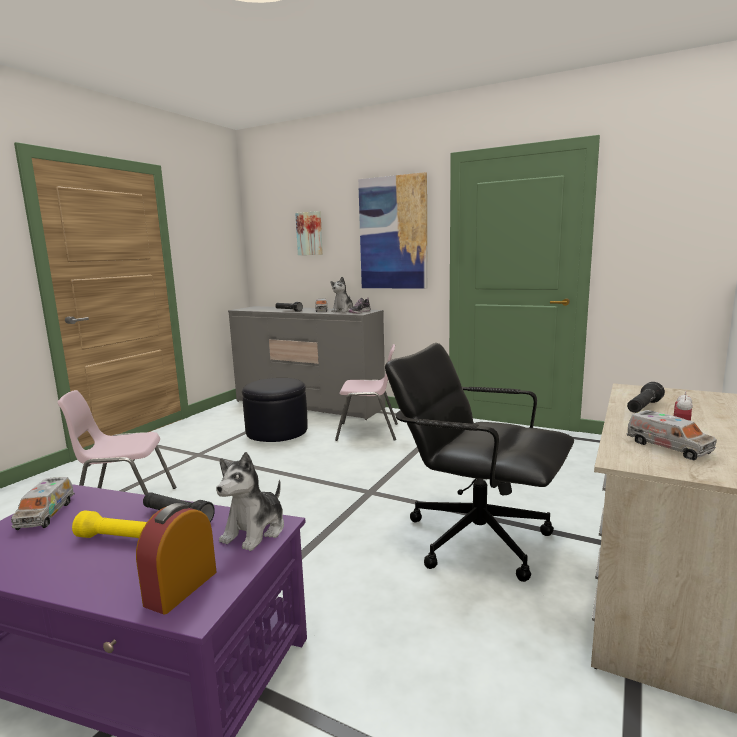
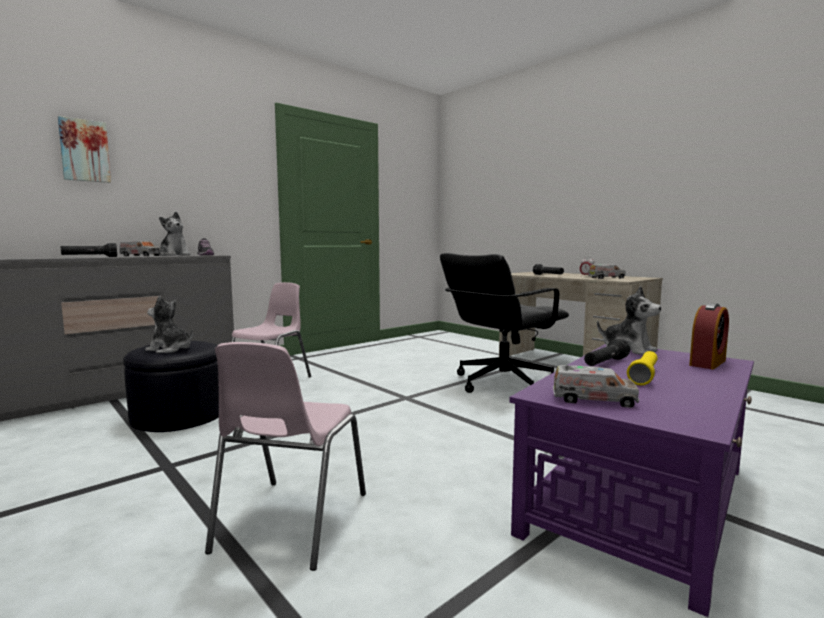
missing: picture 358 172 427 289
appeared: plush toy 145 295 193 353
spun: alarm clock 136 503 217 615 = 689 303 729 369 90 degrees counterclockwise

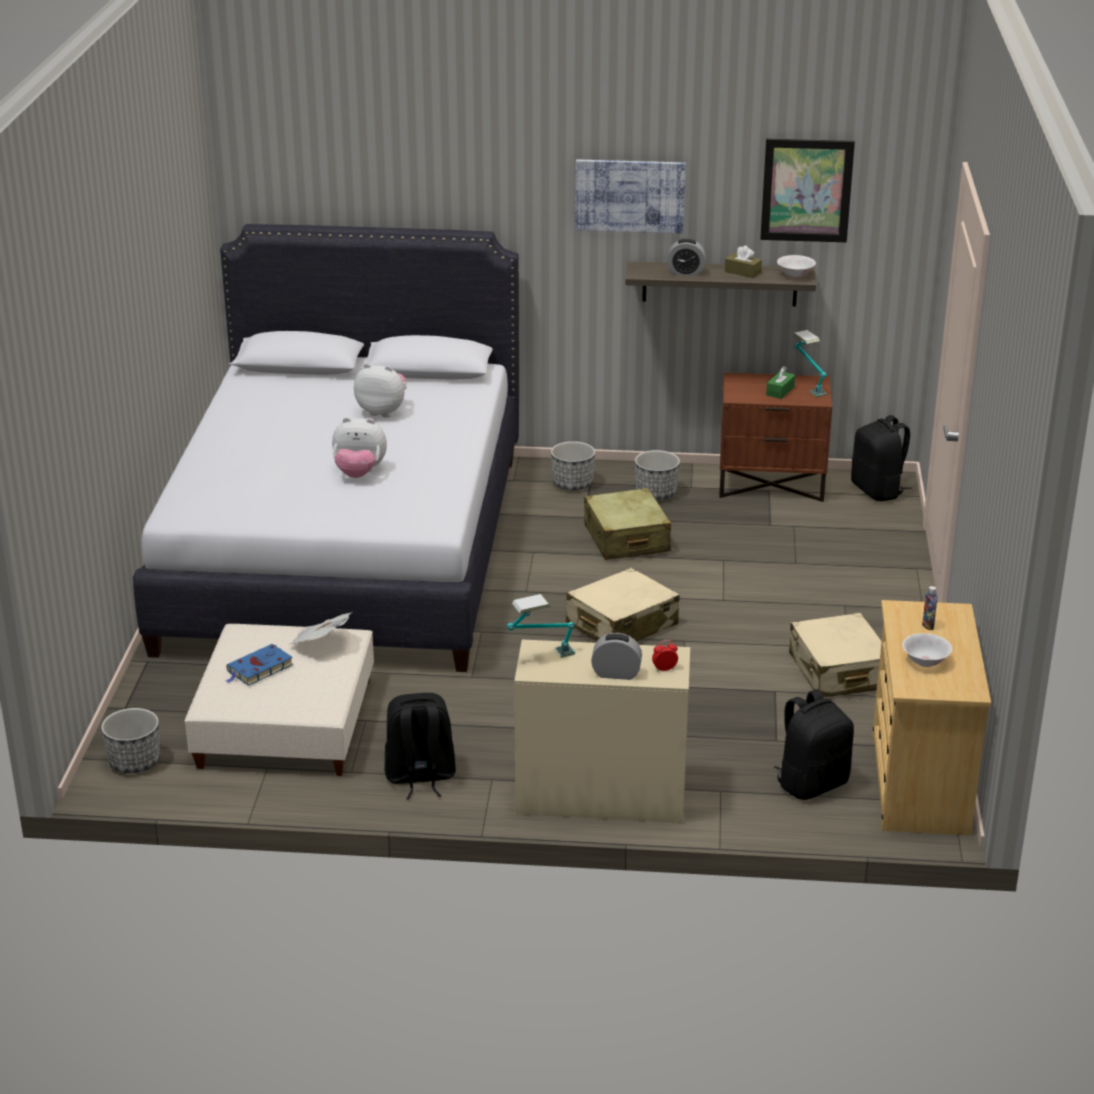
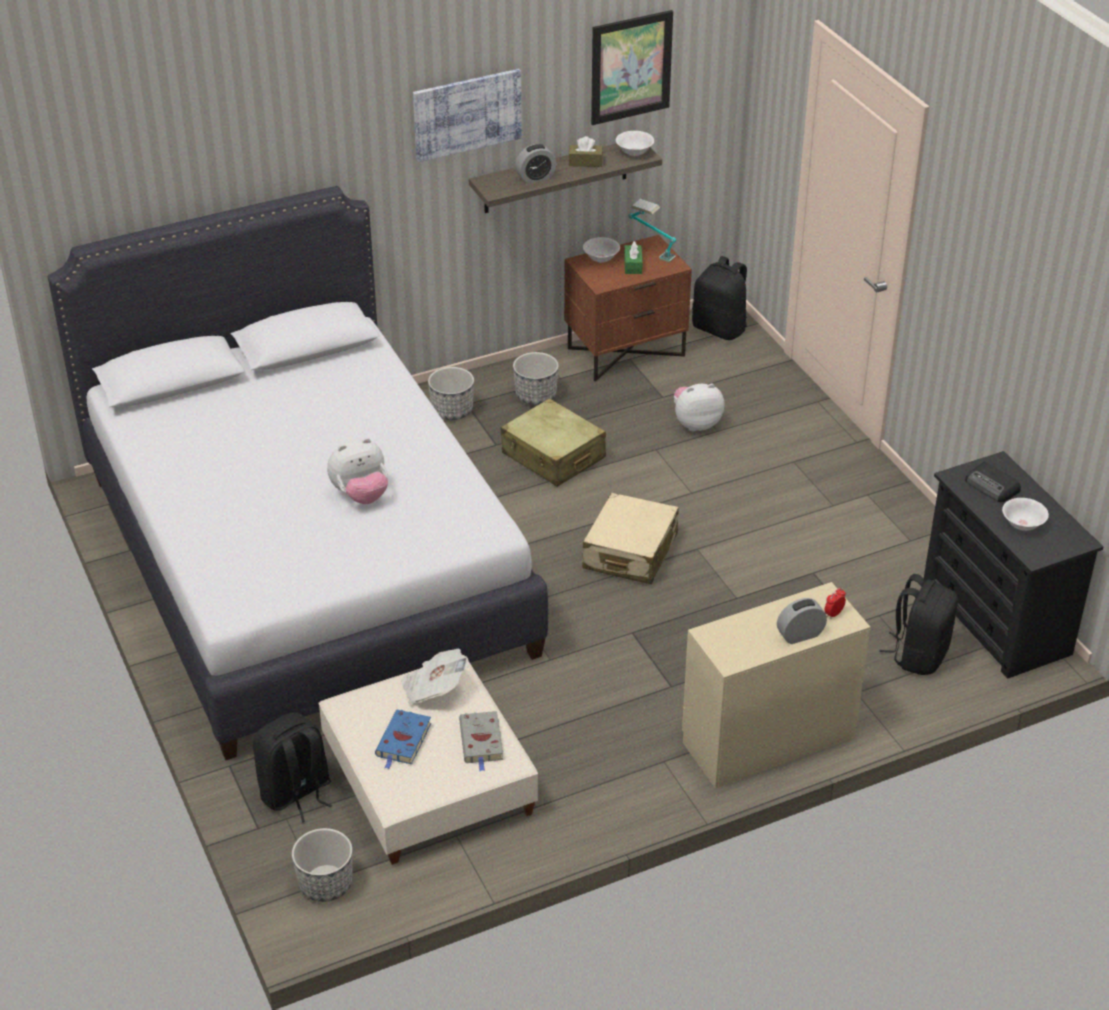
missing: table lamp 507 594 576 658; beige suitcase 789 613 882 697
appeared: grey book 459 711 503 771; white bowl 583 237 620 263
relocated: black backpack 384 693 456 800 to 253 712 332 823; plush toy 354 363 407 417 to 674 384 724 431
exchanged: bottle 922 586 938 630 to radio 965 462 1021 502
colour: beige dresser 872 600 991 836 to black dresser 924 451 1103 679

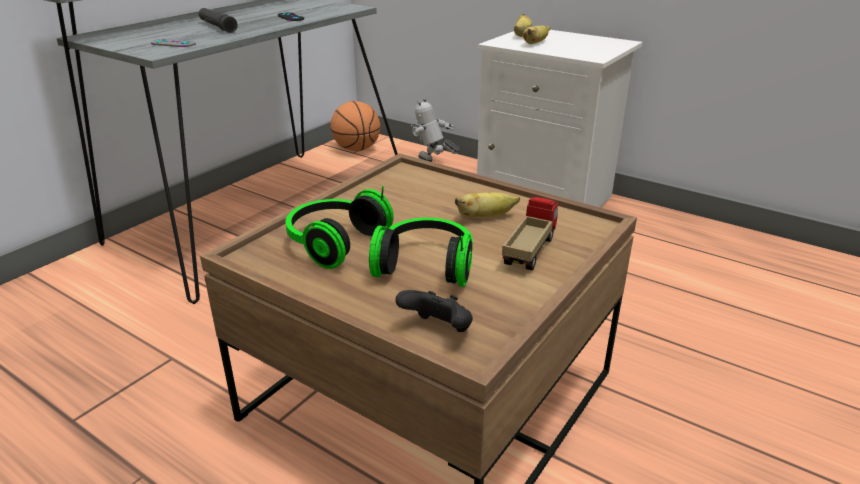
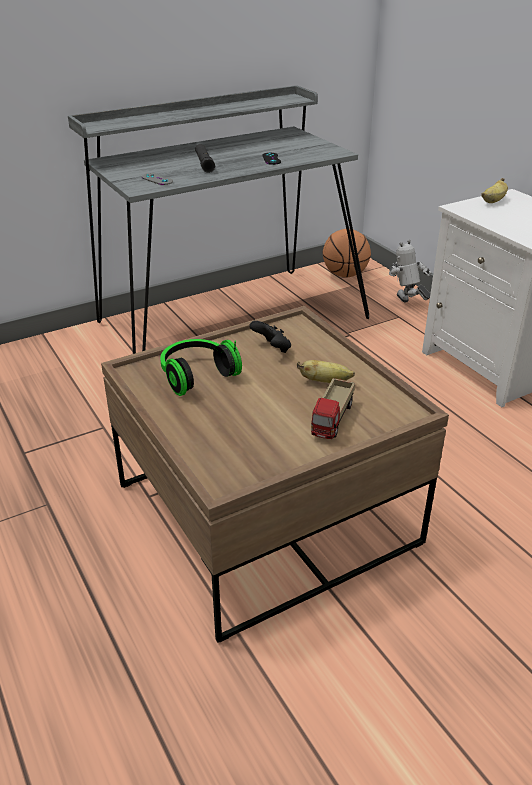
missing: headphones 369 218 473 287; banana 523 26 550 44
relocated: black game controller 395 290 473 332 to 249 321 291 353
spun: toy truck 502 197 558 270 = 311 378 355 439 150 degrees clockwise

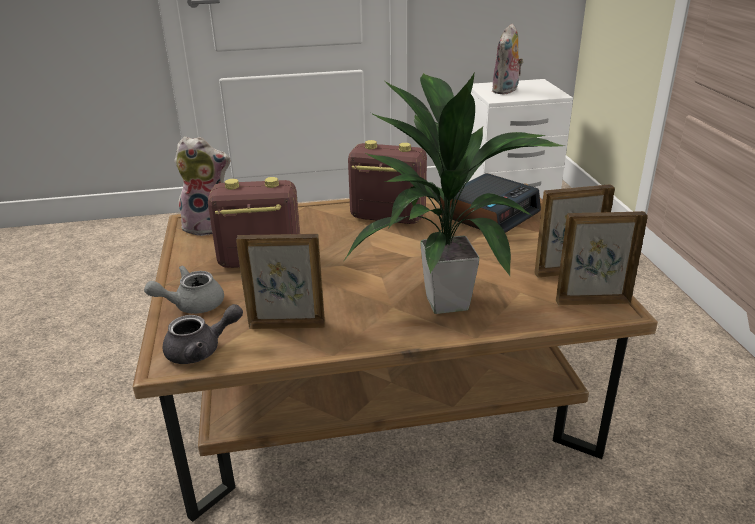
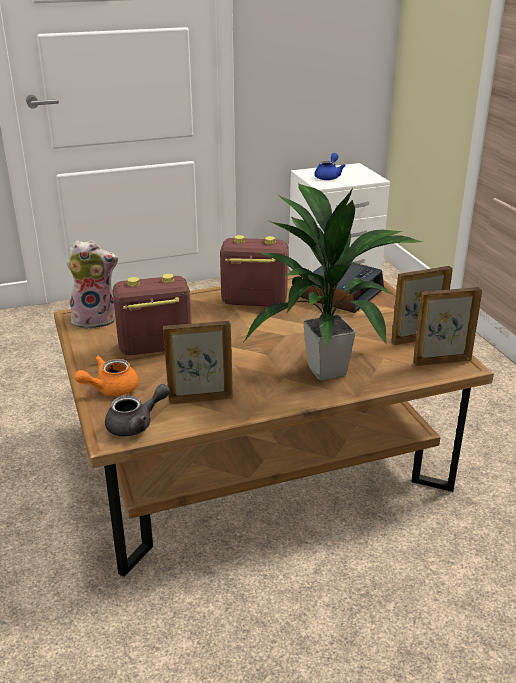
exchanged: plush toy 491 23 524 95 to blue teapot 314 153 346 180
colour: grey teapot 144 265 224 314 to orange teapot 75 356 139 396

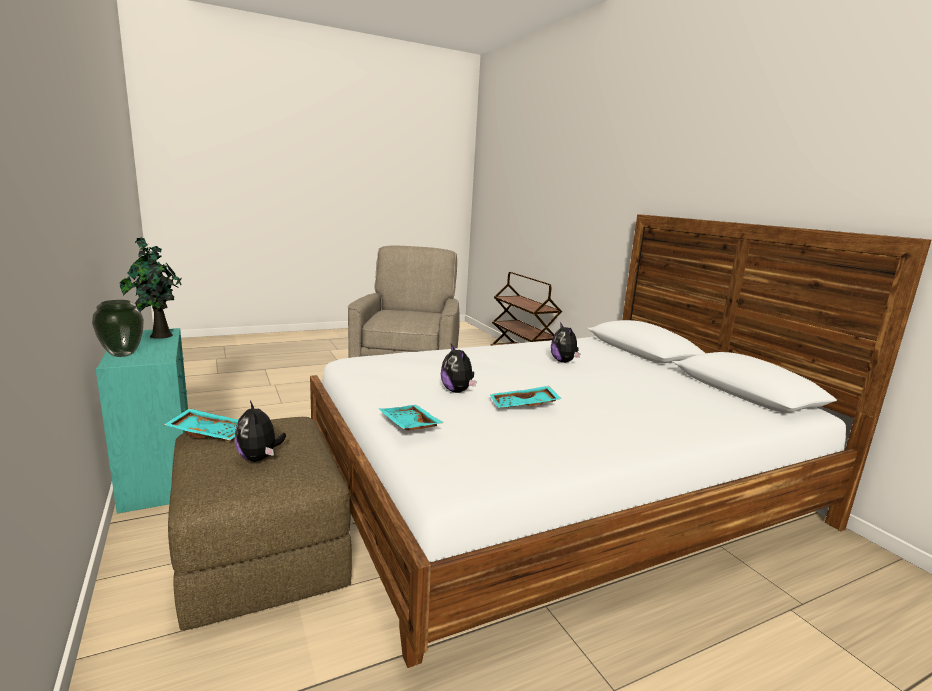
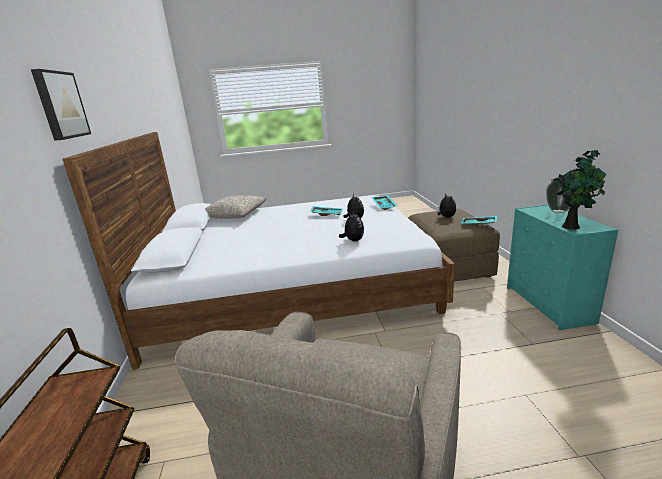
appeared: picture 31 69 91 141; grey pillow 205 195 267 219
relocated: plush toy 551 322 581 363 to 339 210 364 242

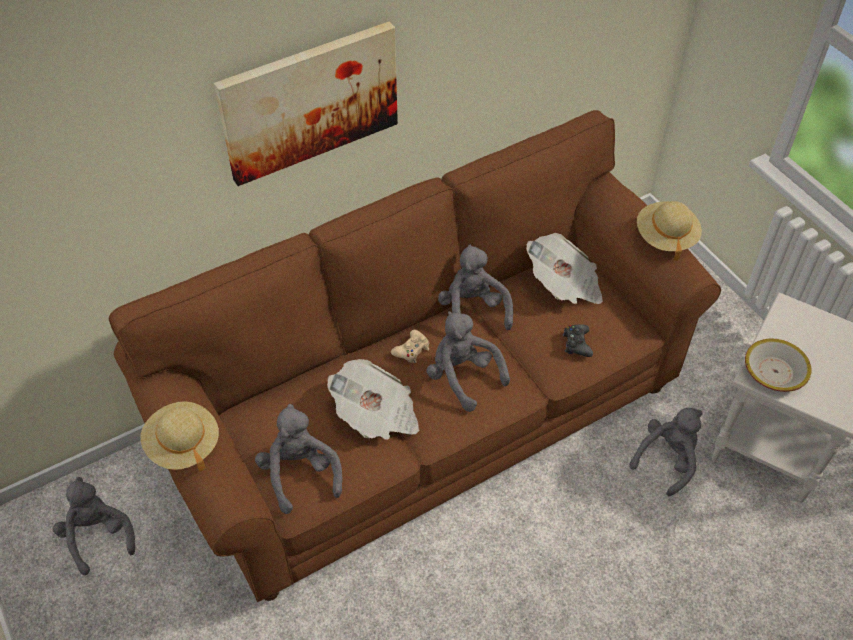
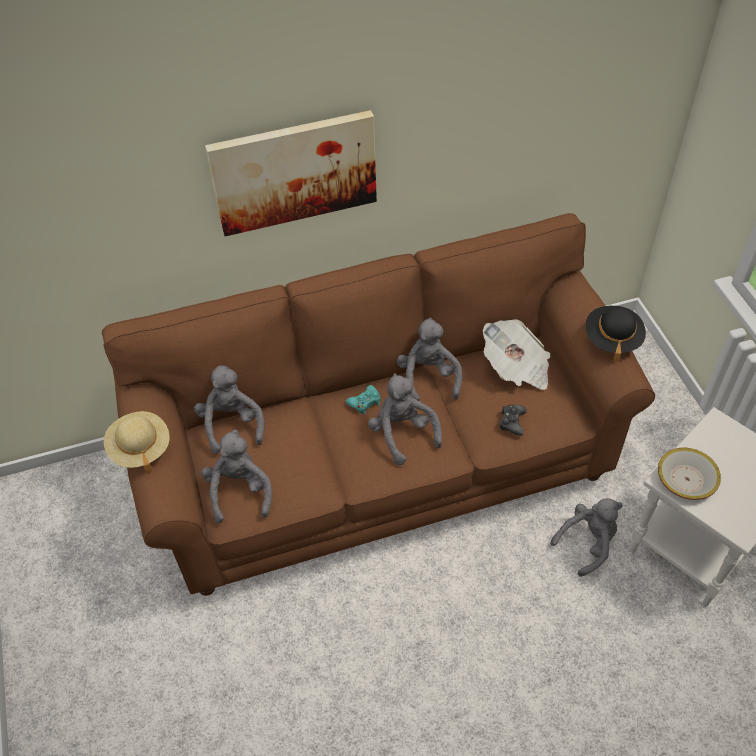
missing: newspaper 327 359 419 440
relocated: grey plush toy 53 477 135 575 to 194 365 264 454
colour: beige game controller 391 330 429 363 to turquoise game controller 346 385 381 415; beige hat 637 201 702 261 to black hat 585 306 646 362

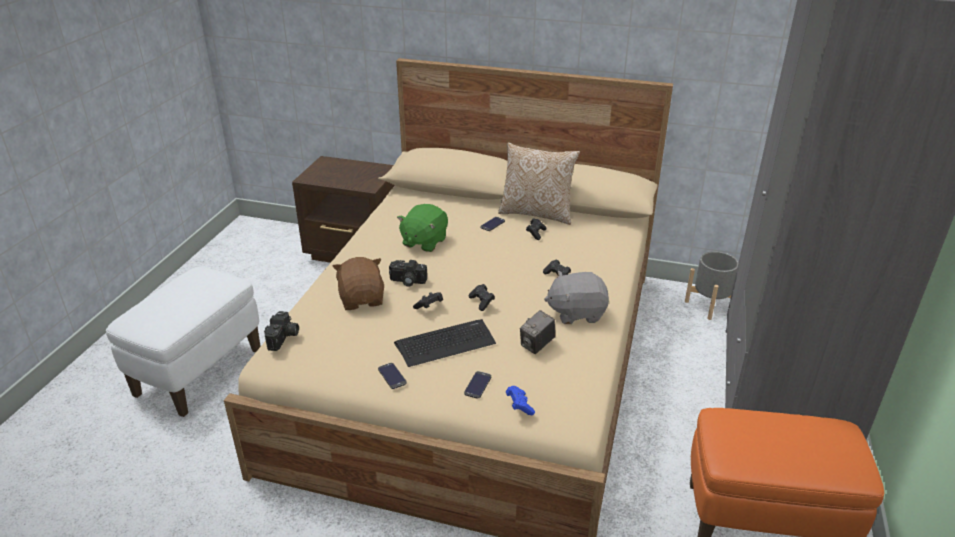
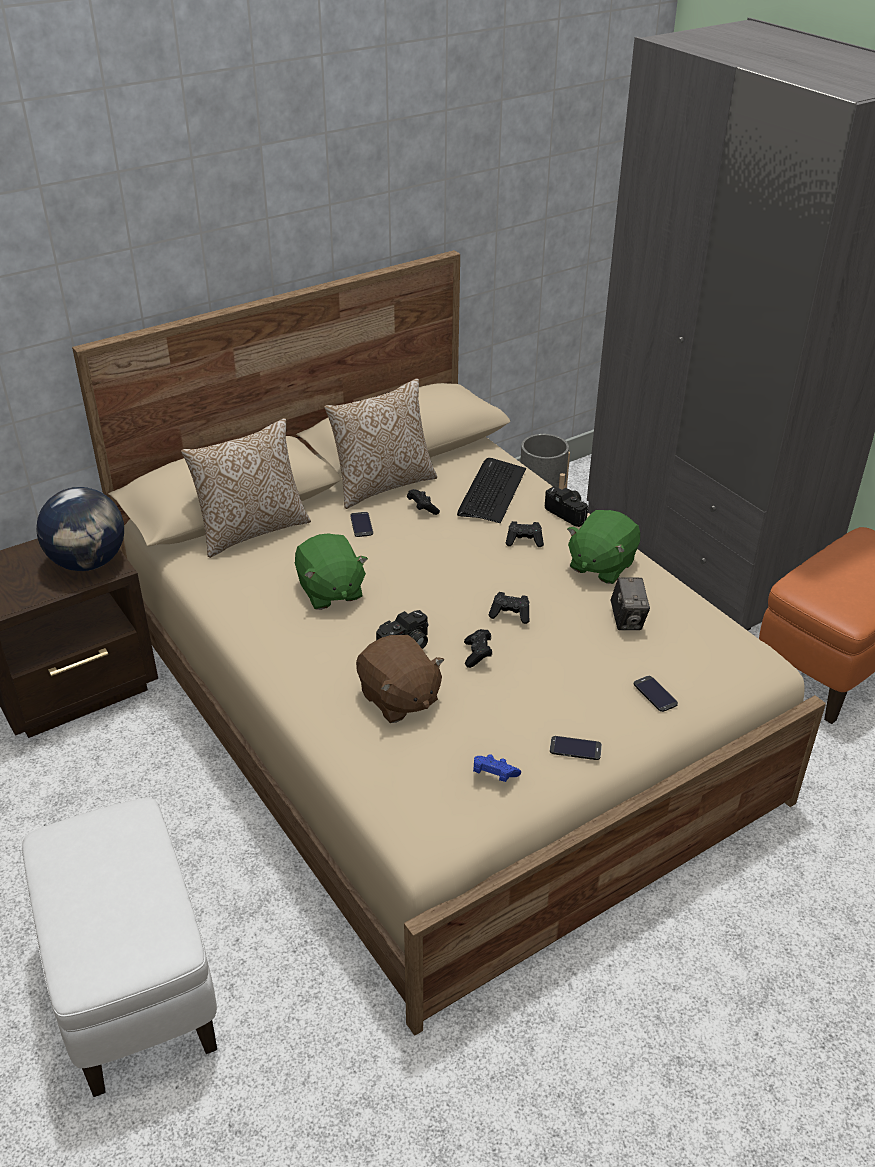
appeared: globe 36 487 124 571; pillow 181 418 311 558
relocated: keyboard 394 319 496 367 to 457 458 526 523; blue game controller 506 386 535 415 to 473 754 521 782; photo camera 264 311 299 351 to 545 487 589 527
colour: grey plush toy 544 271 609 324 to green plush toy 567 510 640 584
spun: brown plush toy 332 257 384 310 = 356 635 444 723 150 degrees counterclockwise

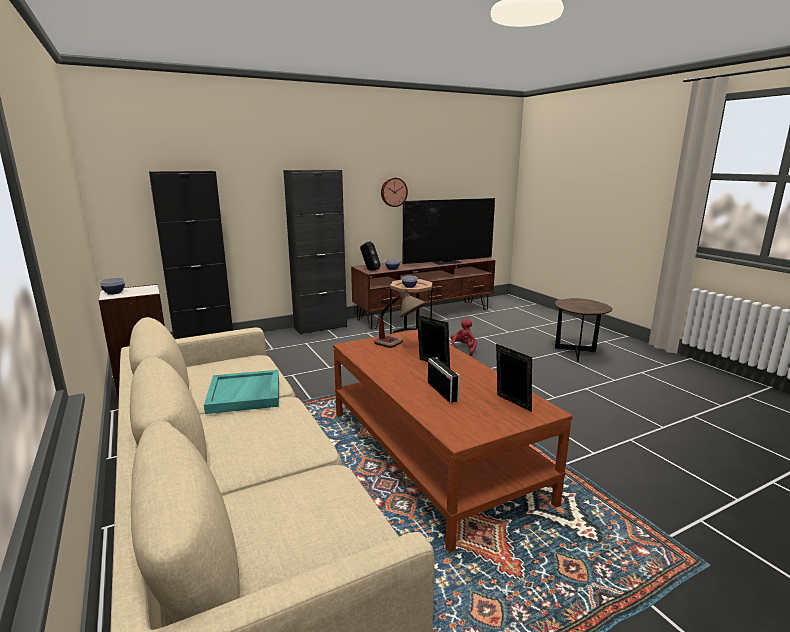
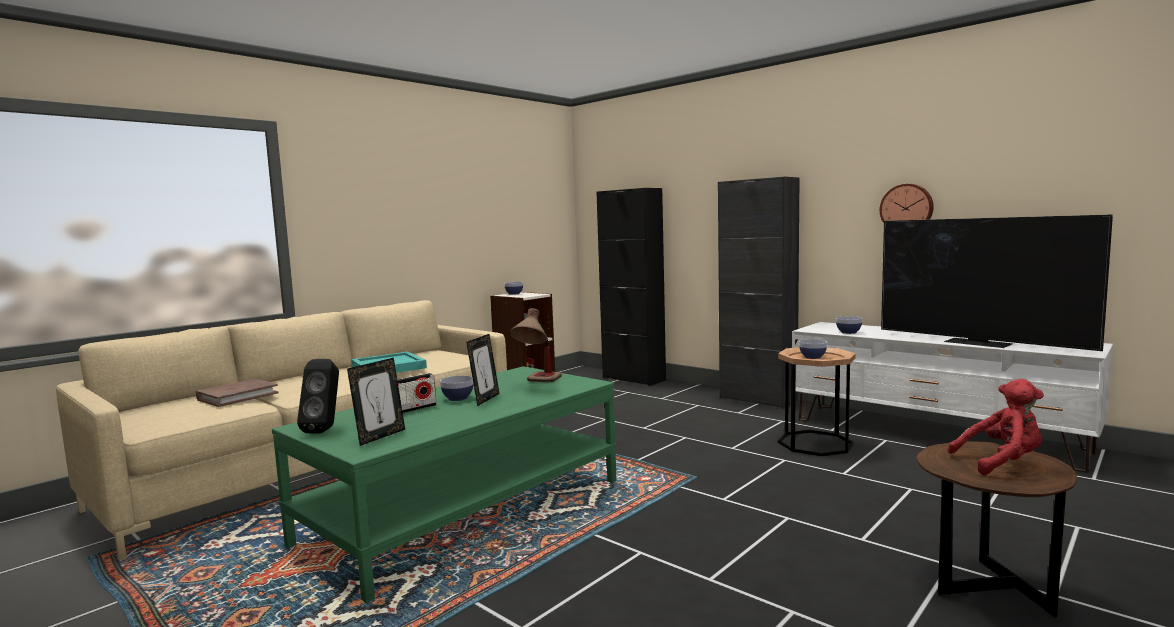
appeared: brown book 196 379 278 407; bowl 440 376 473 401
relocated: black speaker 360 242 380 270 to 297 359 339 434; red plush toy 451 318 477 356 to 948 379 1044 475
colour: brown coffee table 333 329 573 553 to green coffee table 272 366 616 603; brown tv stand 351 258 495 329 to white tv stand 792 322 1113 473

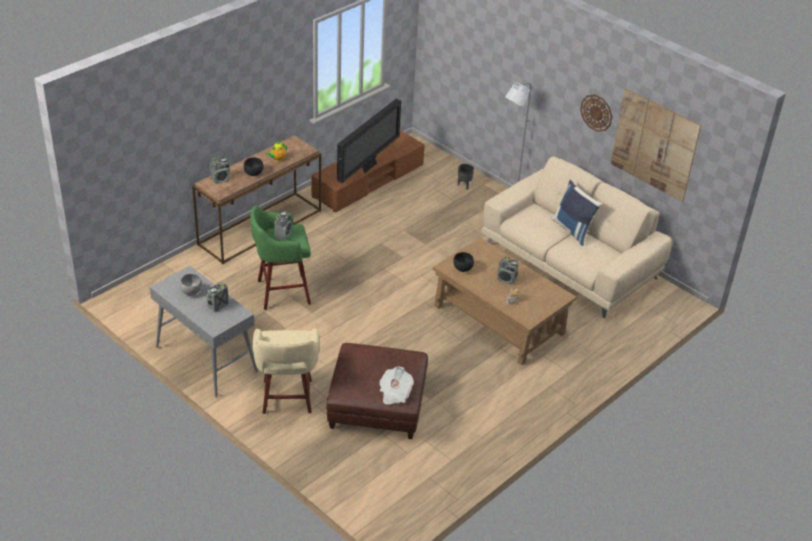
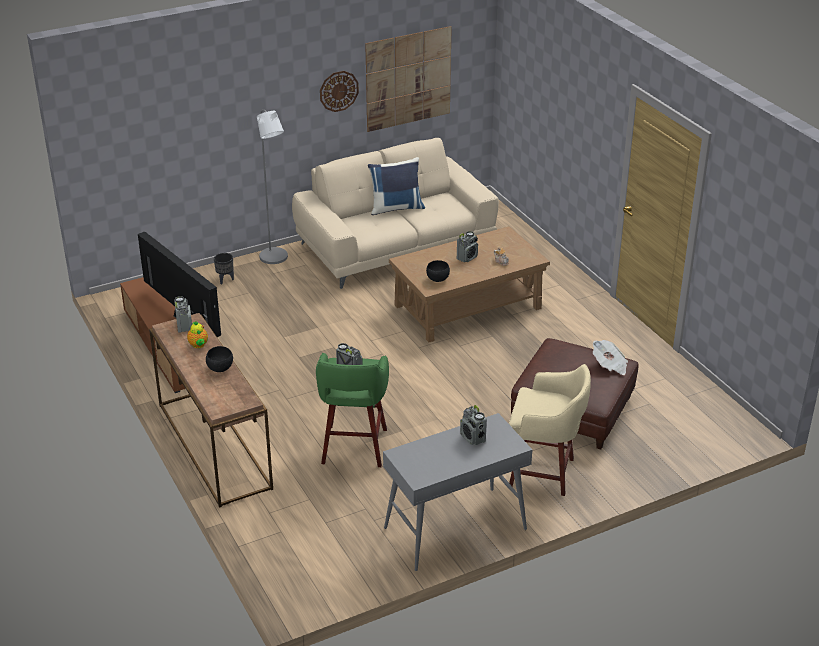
missing: grey bowl 180 274 202 295
relocated: radio 210 157 230 184 to 174 296 192 333

